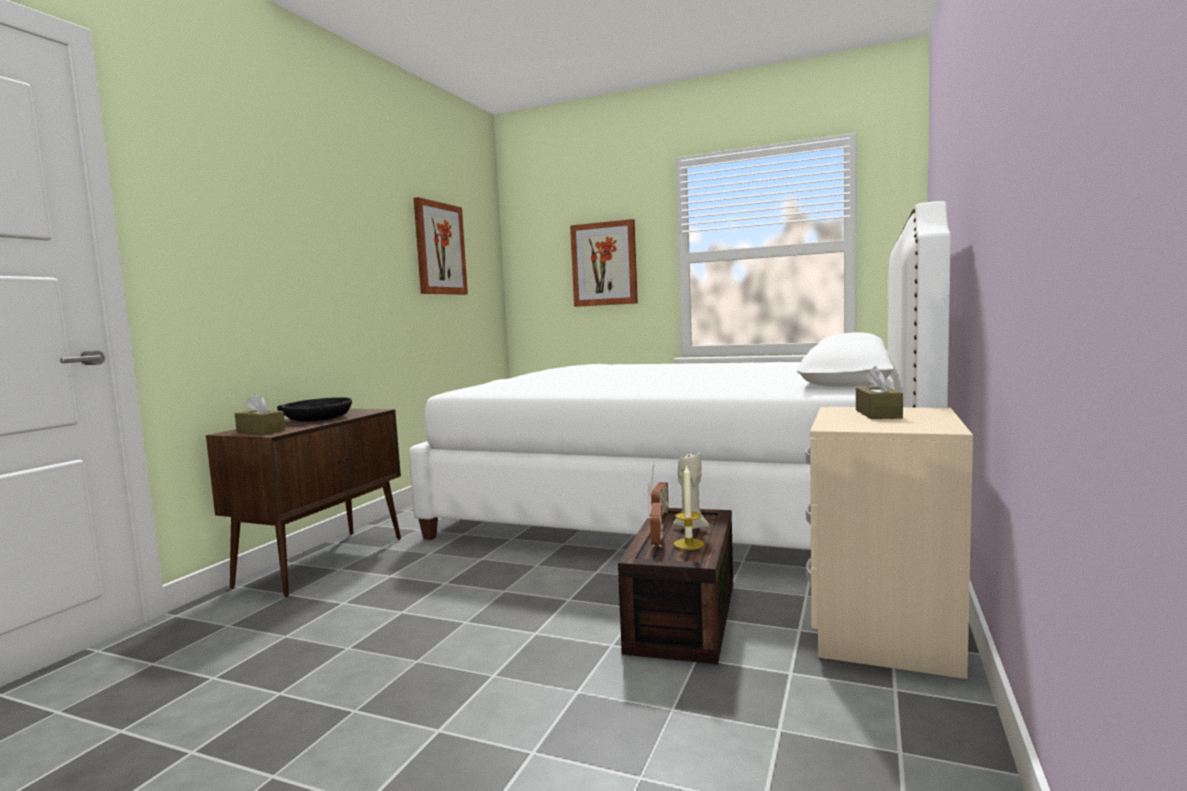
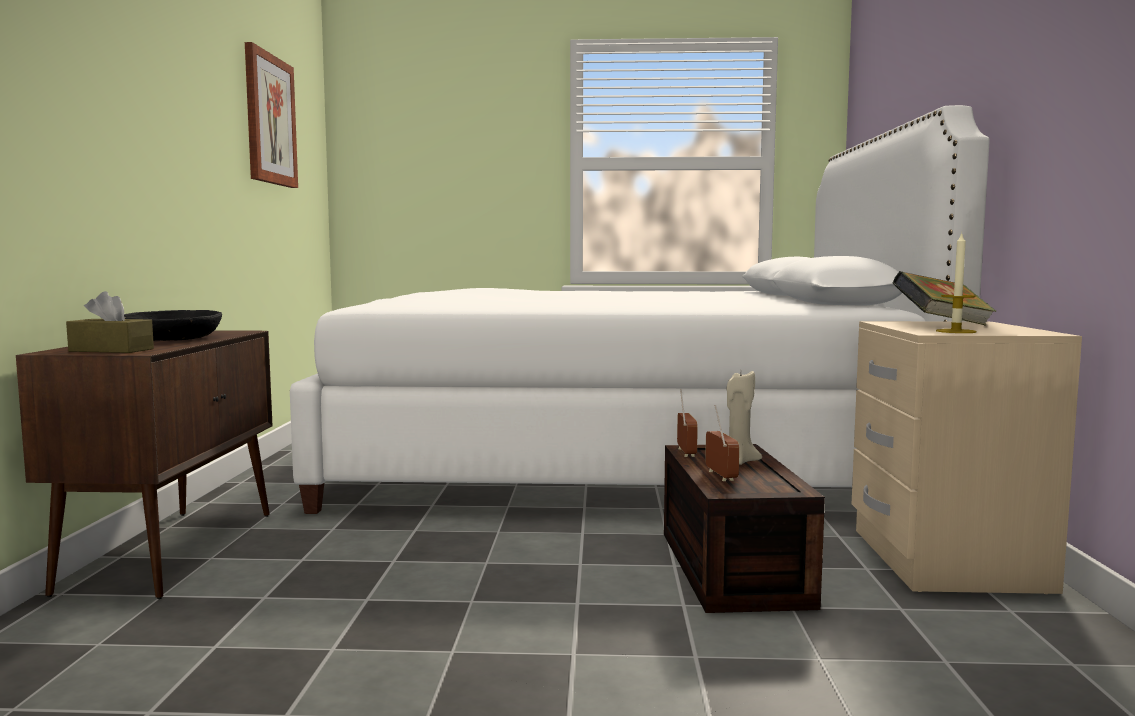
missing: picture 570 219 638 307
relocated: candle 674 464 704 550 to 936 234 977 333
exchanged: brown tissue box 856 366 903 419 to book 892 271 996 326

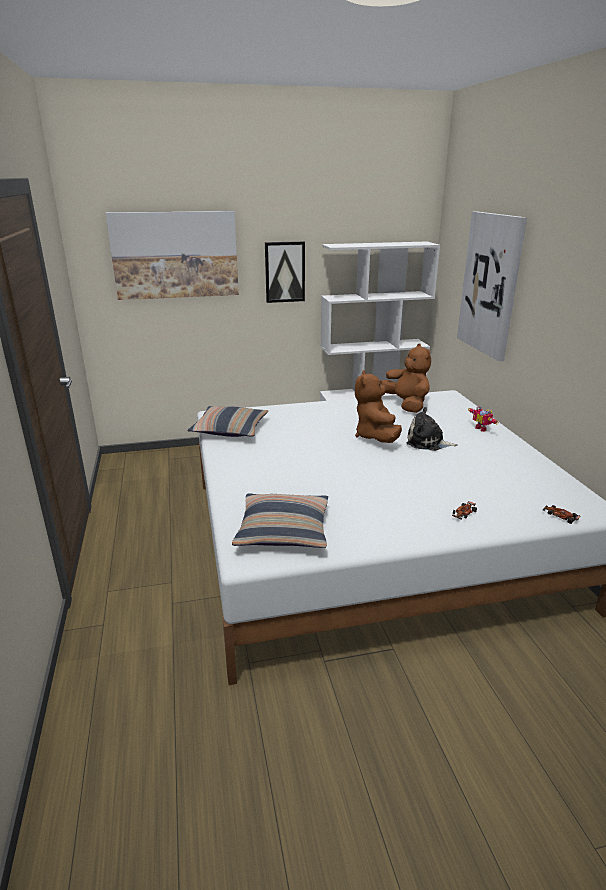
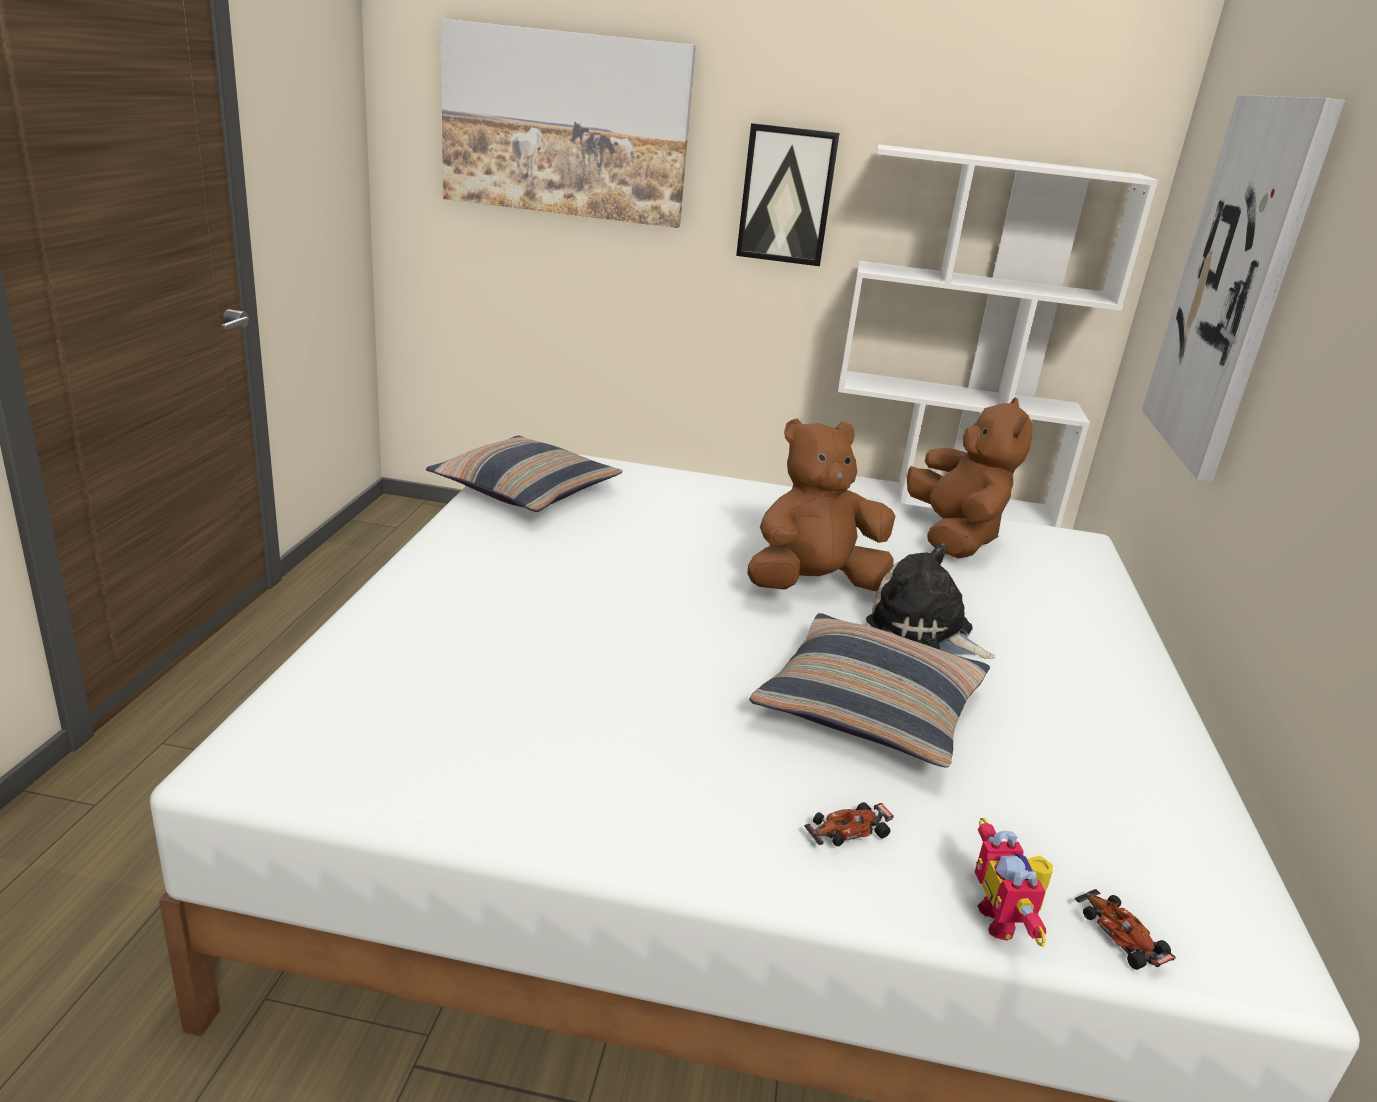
relocated: pillow 232 493 328 548 to 749 613 990 768; toy robot 468 406 499 432 to 975 818 1053 947
spun: brown plush toy 355 370 402 443 = 747 418 896 591 45 degrees clockwise

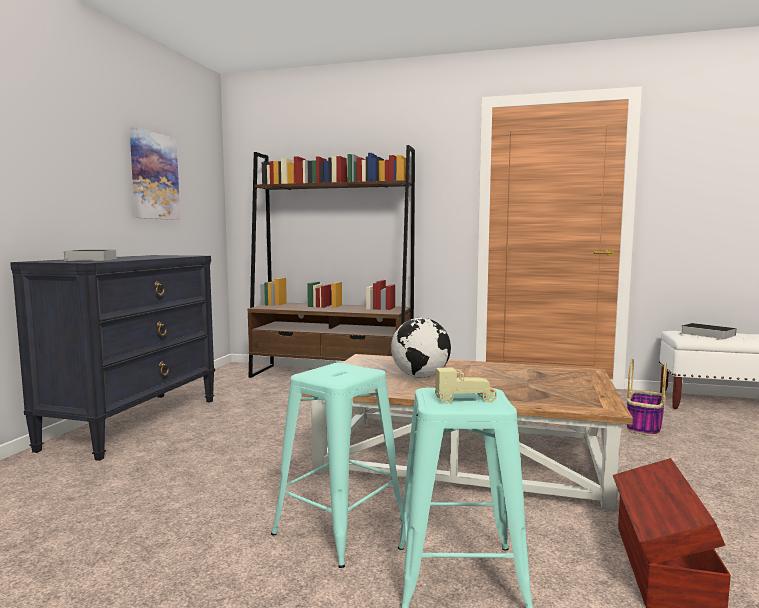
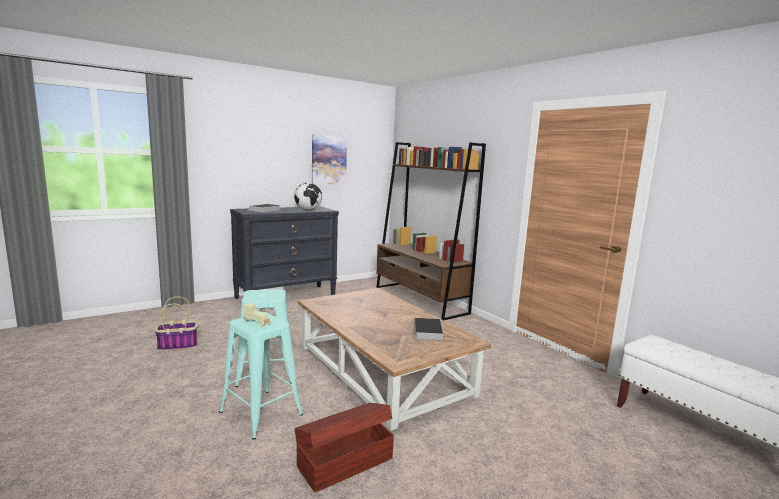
relocated: basket 627 358 667 436 to 155 296 198 351; globe 391 318 451 378 to 294 183 322 211; book 681 323 737 339 to 414 318 444 341

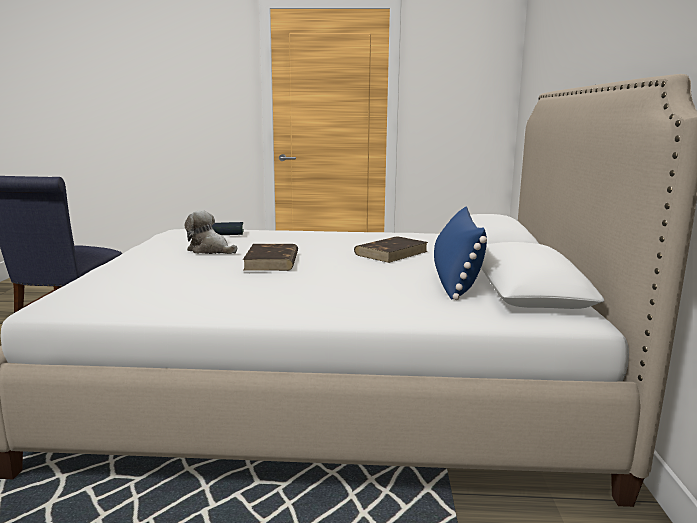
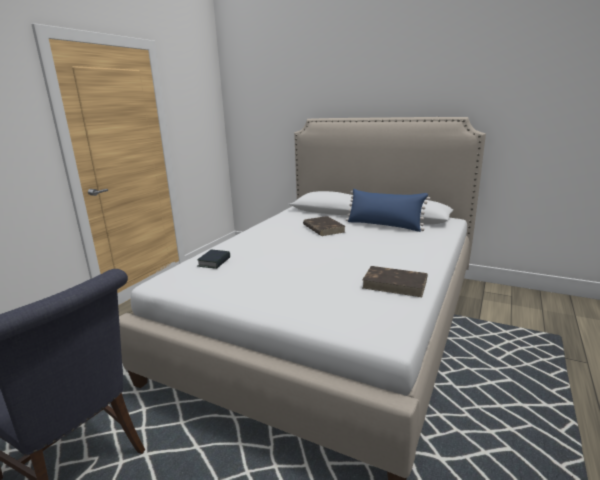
missing: plush toy 184 210 237 254
relocated: brown book 243 244 298 271 to 362 266 428 297

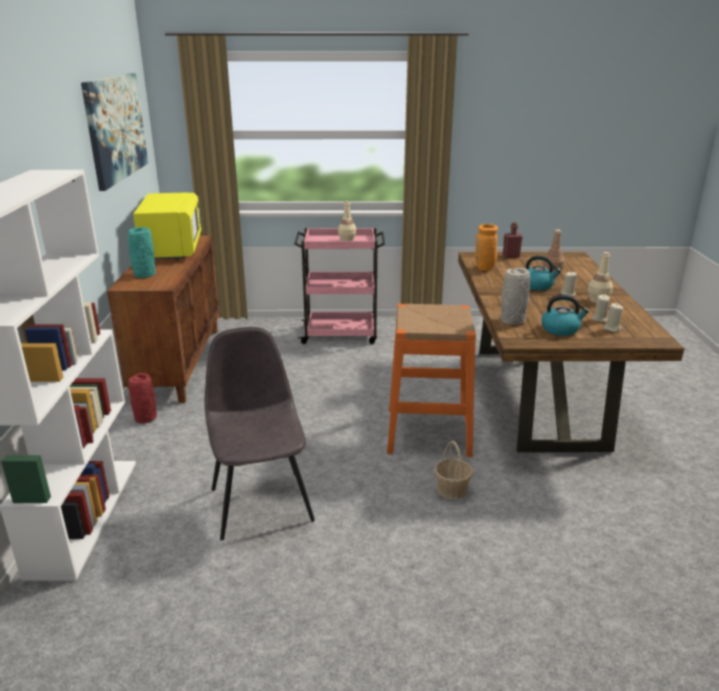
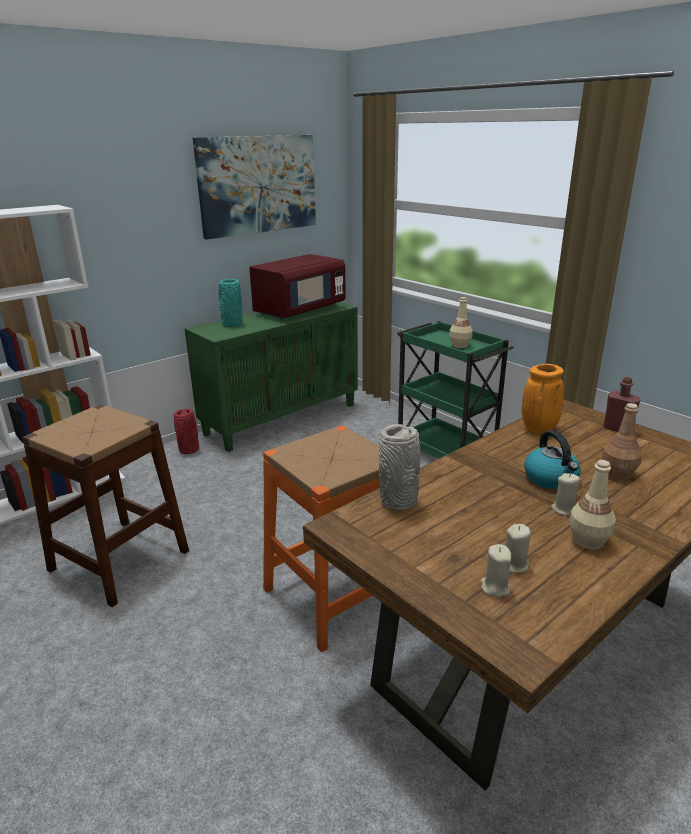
missing: basket 434 440 473 499; kettle 541 295 589 336
exchanged: grey chair 205 327 315 540 to brown stool 22 404 189 607
colour: brown cabinet 107 235 220 403 to green cabinet 185 302 358 452; yellow microwave 133 192 201 260 to red microwave 249 254 346 320; pink cart 294 228 385 344 to green cart 397 321 514 459

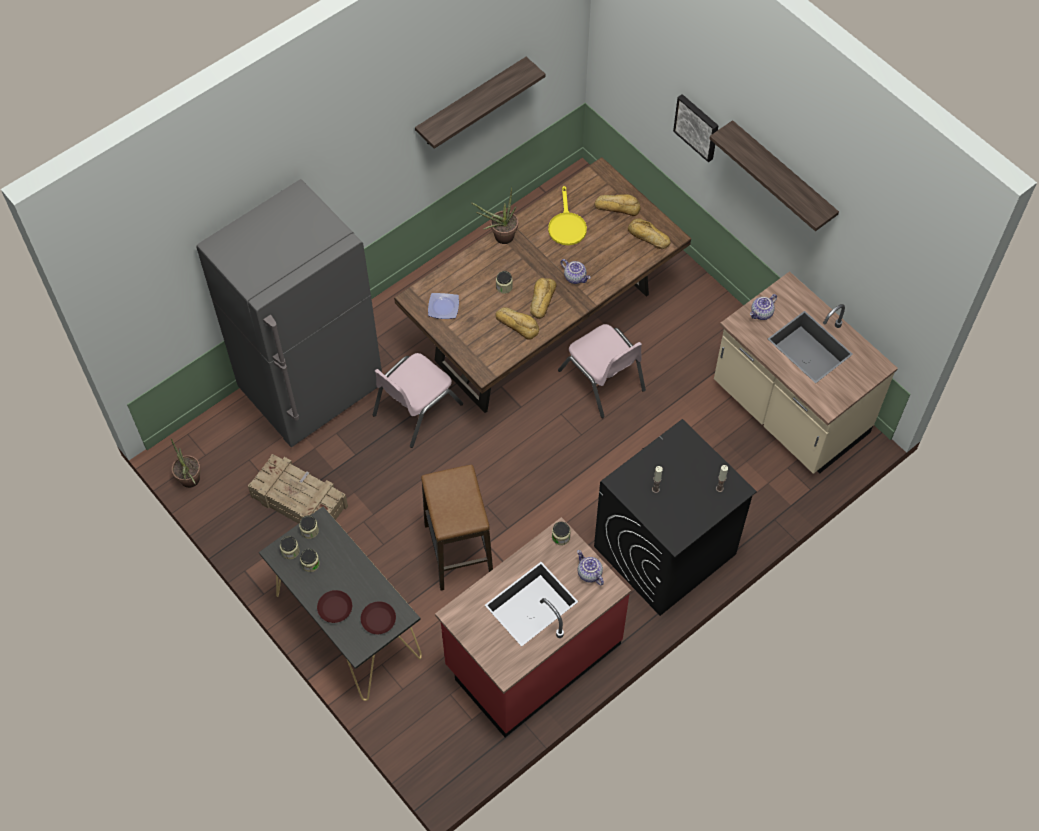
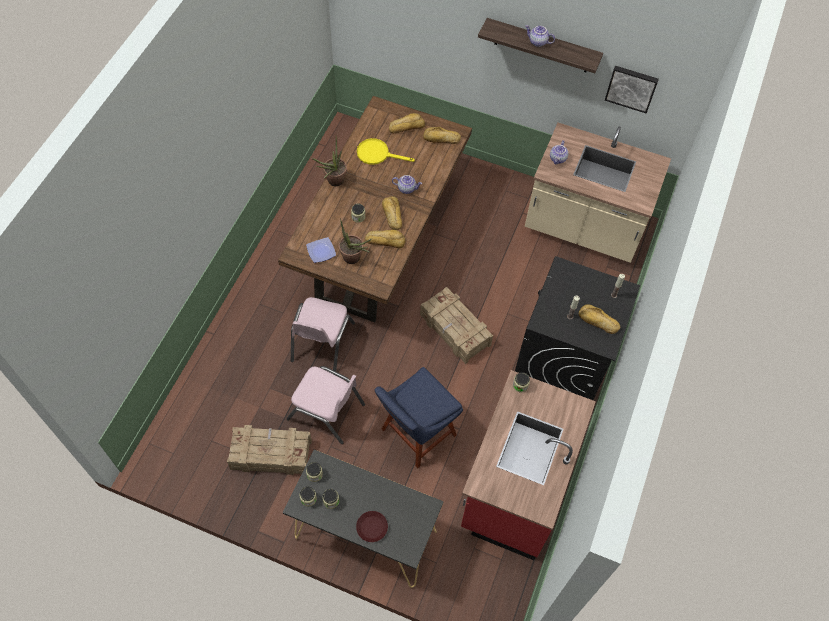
missing: grey fridge 196 179 382 447; brown plate 361 601 396 634; shelf 415 57 545 149
appeared: crate 420 287 493 364; bread 579 304 620 334
relocated: pink chair 558 324 646 418 to 287 366 365 444; potted plant 170 438 201 488 to 339 218 372 264; teapot 577 550 604 585 to 525 25 555 47; picture 673 94 718 162 to 605 66 659 113
exchanged: stool 421 465 493 591 to blue chair 375 367 463 468
spun: yellow frying pan 548 186 587 245 = 357 138 415 165 135 degrees clockwise

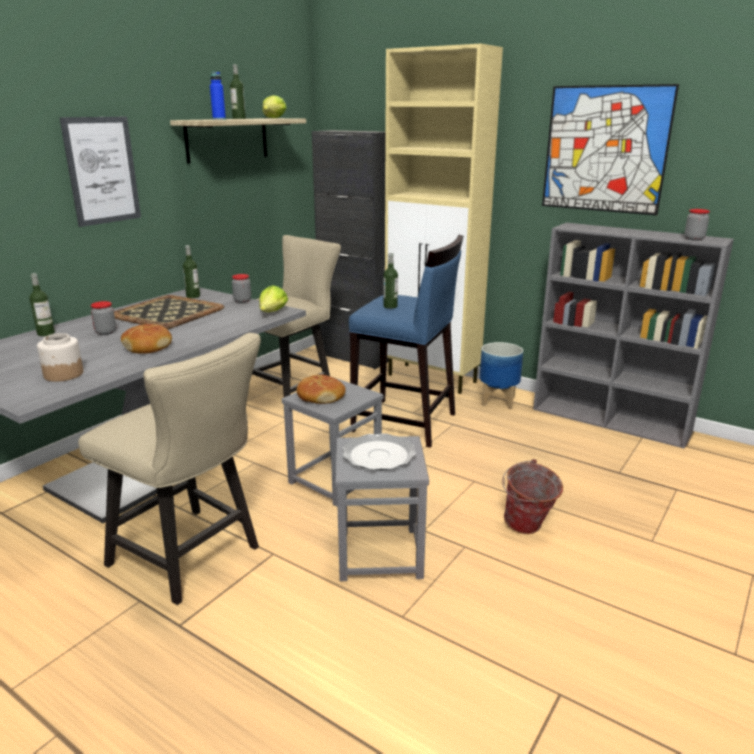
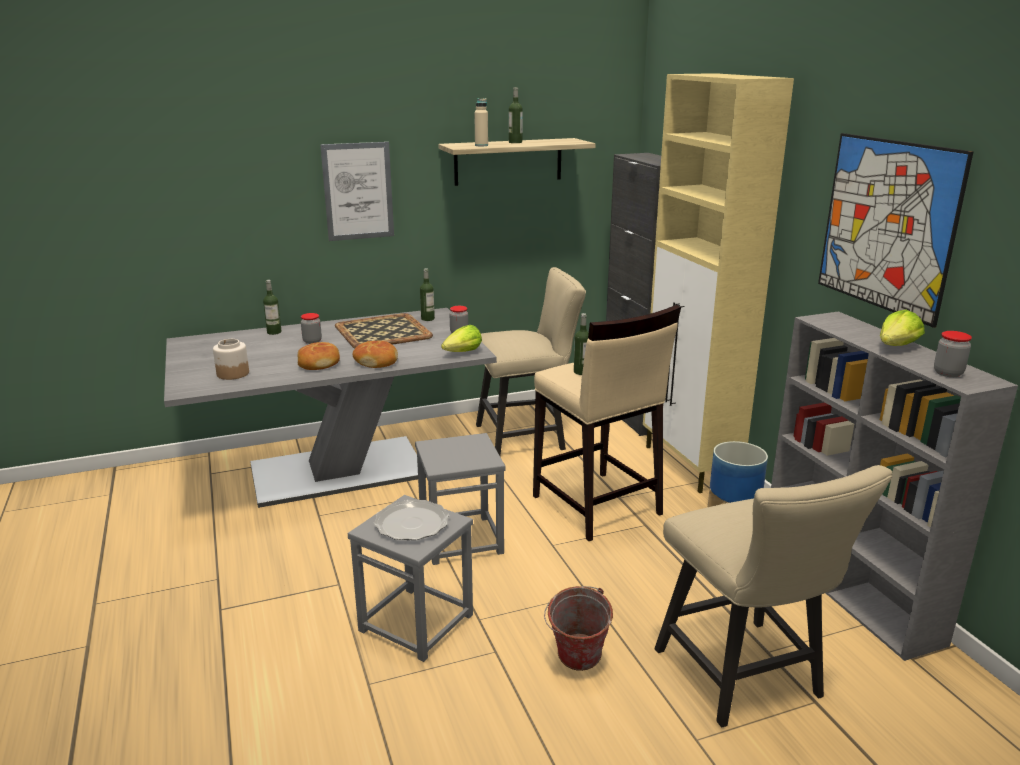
relocated: bread 297 374 346 404 to 352 341 398 368; beige chair 78 333 261 605 to 655 465 892 727; lettuce 262 95 287 118 to 880 310 925 346
colour: blue bottle 210 72 226 120 to beige bottle 474 98 488 146; blue stool 349 234 464 448 to beige stool 533 305 681 541

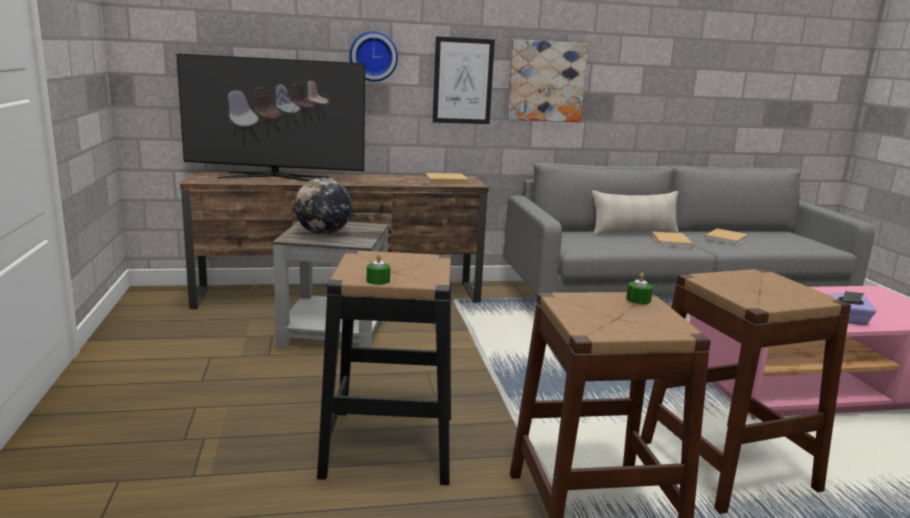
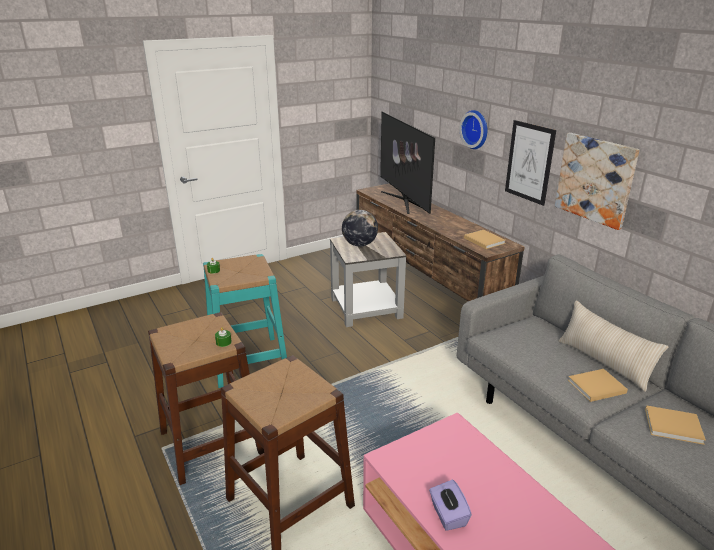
colour: black stool 317 251 451 485 to turquoise stool 203 254 287 388

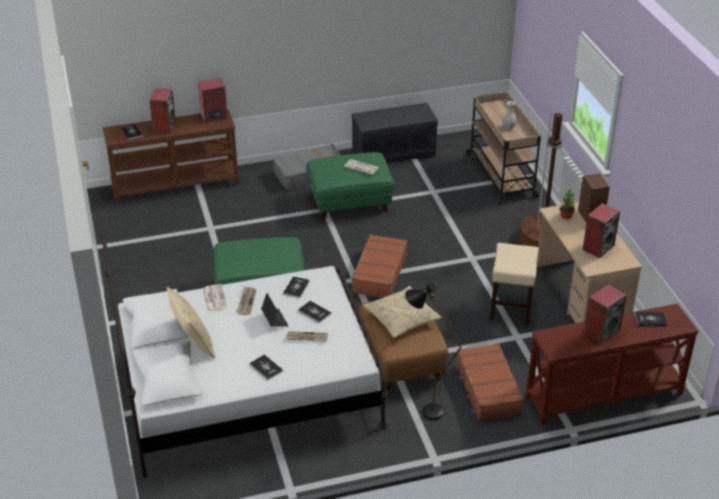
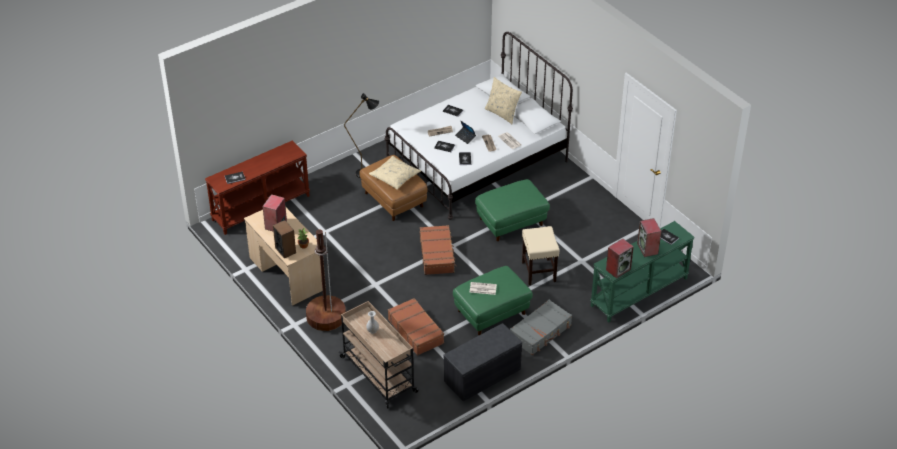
missing: speaker 584 284 627 344
relocated: brown suitcase 455 343 524 421 to 388 298 444 356; beige stool 490 243 539 325 to 522 226 560 285
colour: brown console table 103 109 239 204 to green console table 590 221 694 322

